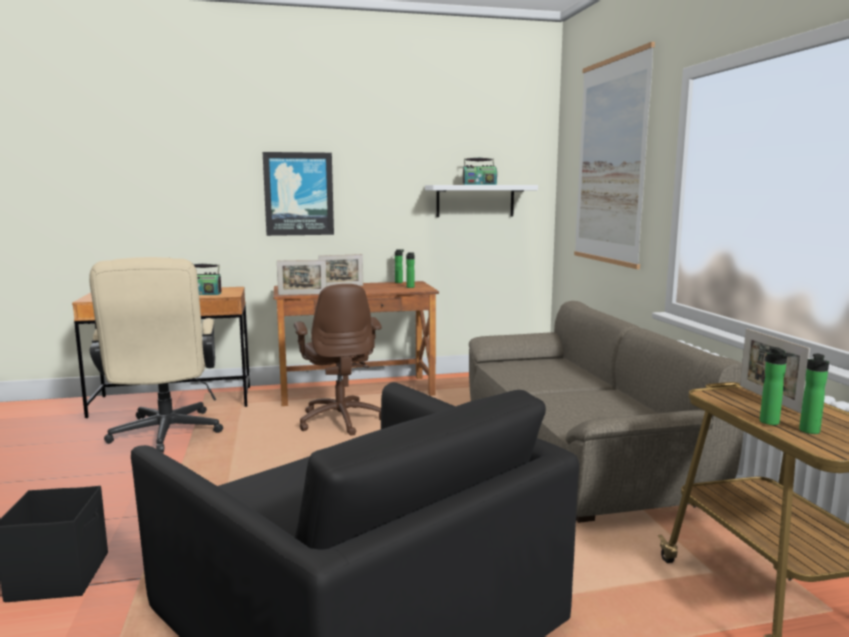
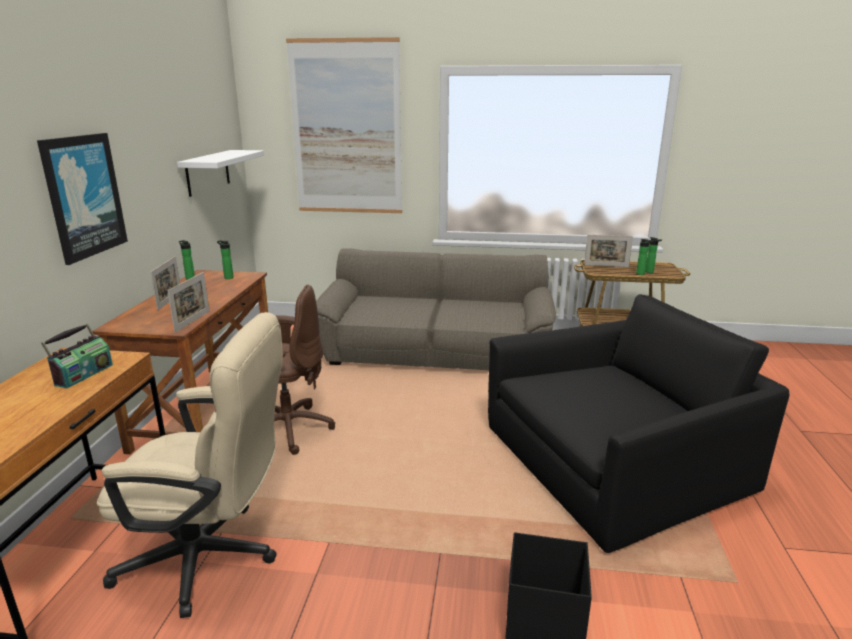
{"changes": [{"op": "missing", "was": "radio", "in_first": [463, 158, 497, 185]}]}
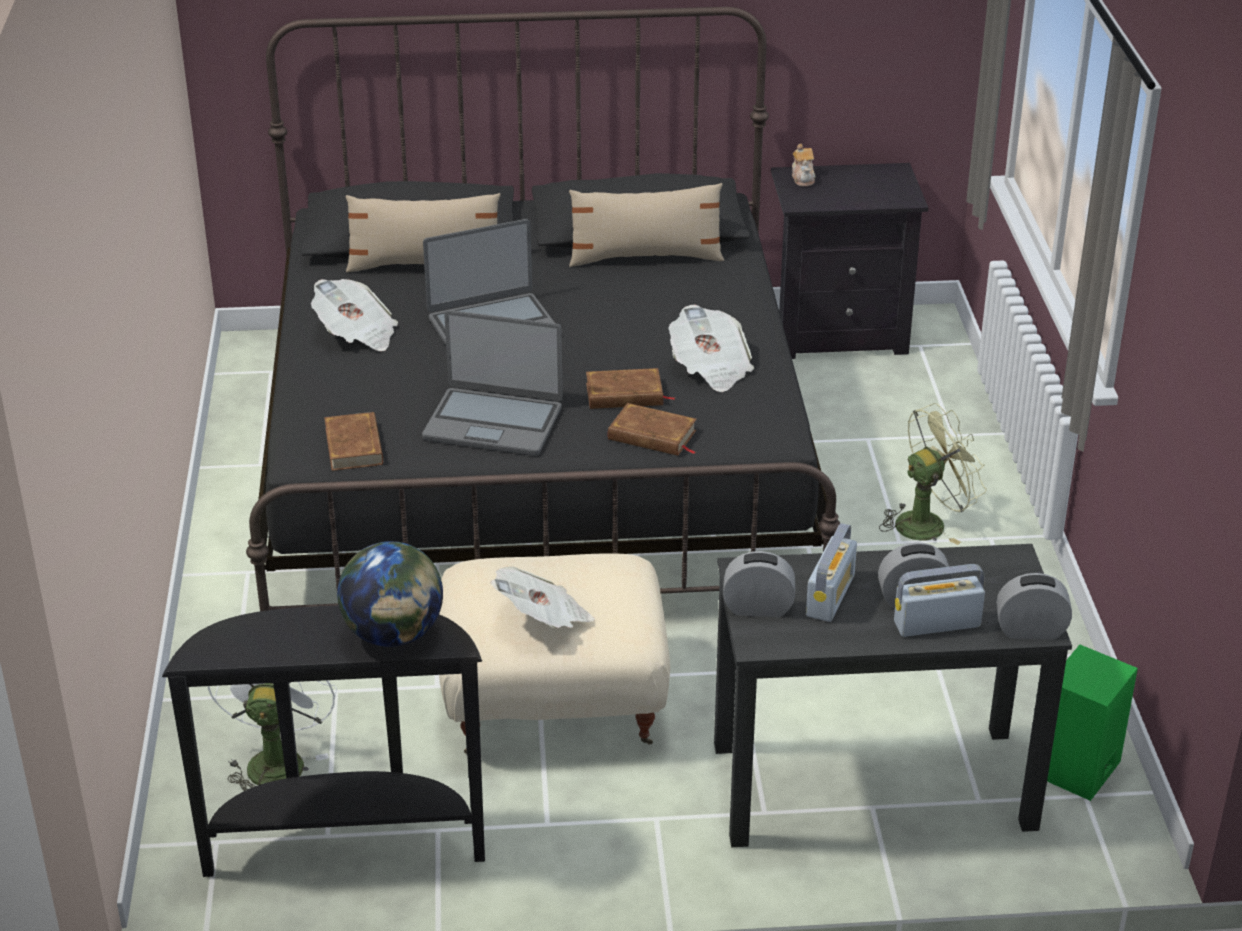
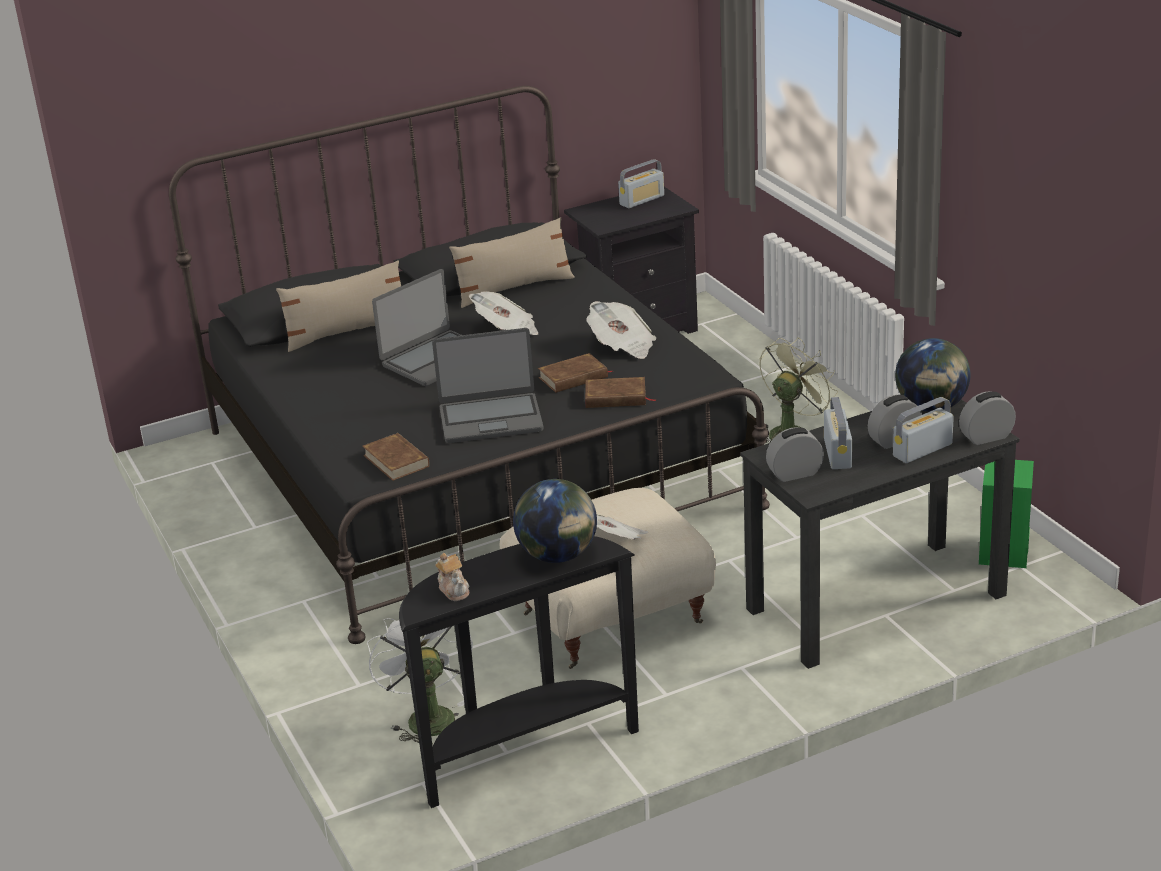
{"changes": [{"op": "appeared", "now": "radio", "in_second": [618, 159, 664, 208]}, {"op": "appeared", "now": "globe", "in_second": [895, 338, 970, 412]}, {"op": "relocated", "was": "newspaper", "in_first": [311, 279, 398, 351], "in_second": [469, 291, 538, 335]}, {"op": "relocated", "was": "teapot", "in_first": [792, 144, 816, 187], "in_second": [435, 553, 470, 601]}]}
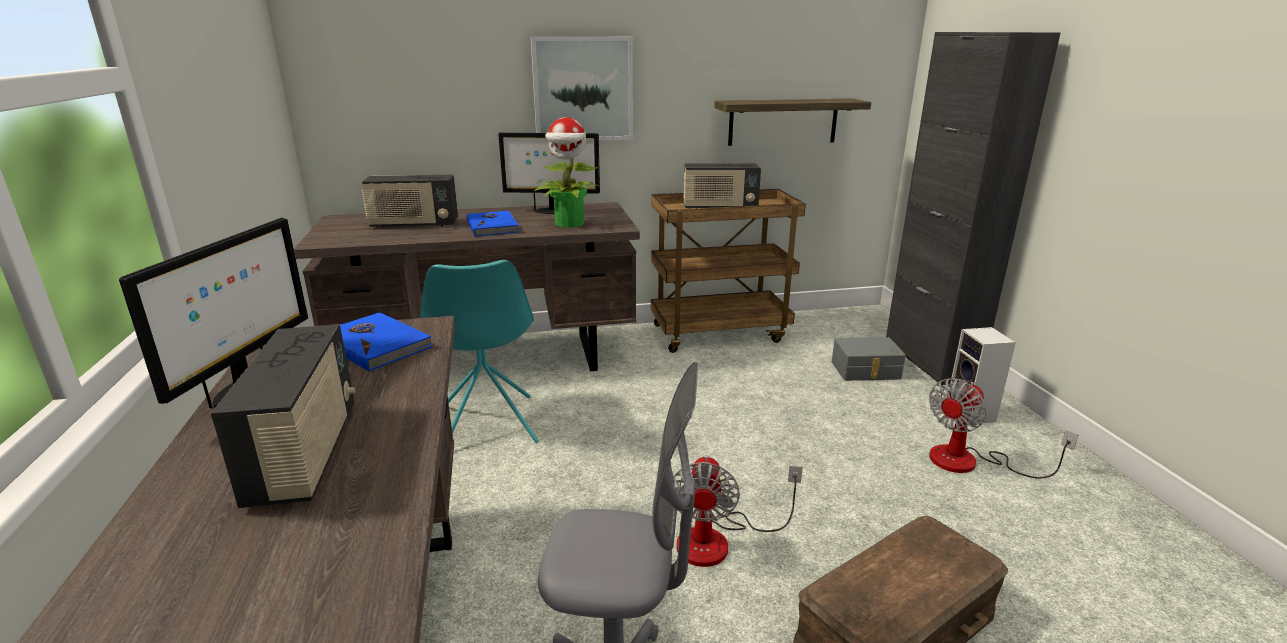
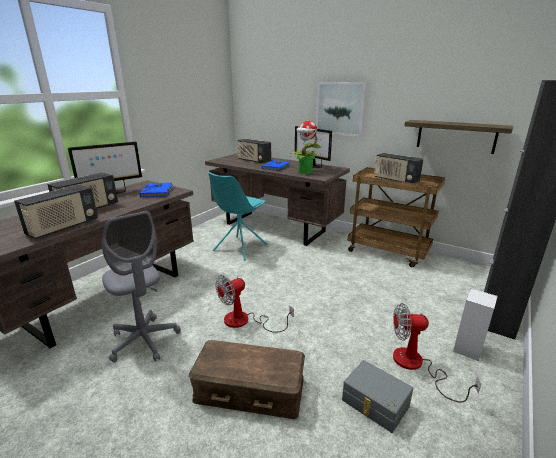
{"changes": [{"op": "appeared", "now": "radio", "in_second": [14, 185, 98, 239]}, {"op": "relocated", "was": "grey storage box", "in_first": [832, 337, 906, 381], "in_second": [342, 360, 413, 433]}]}
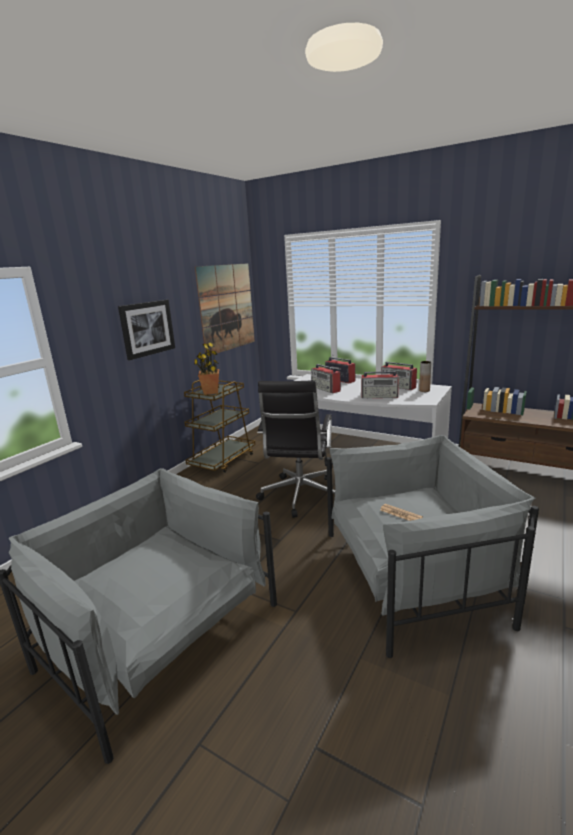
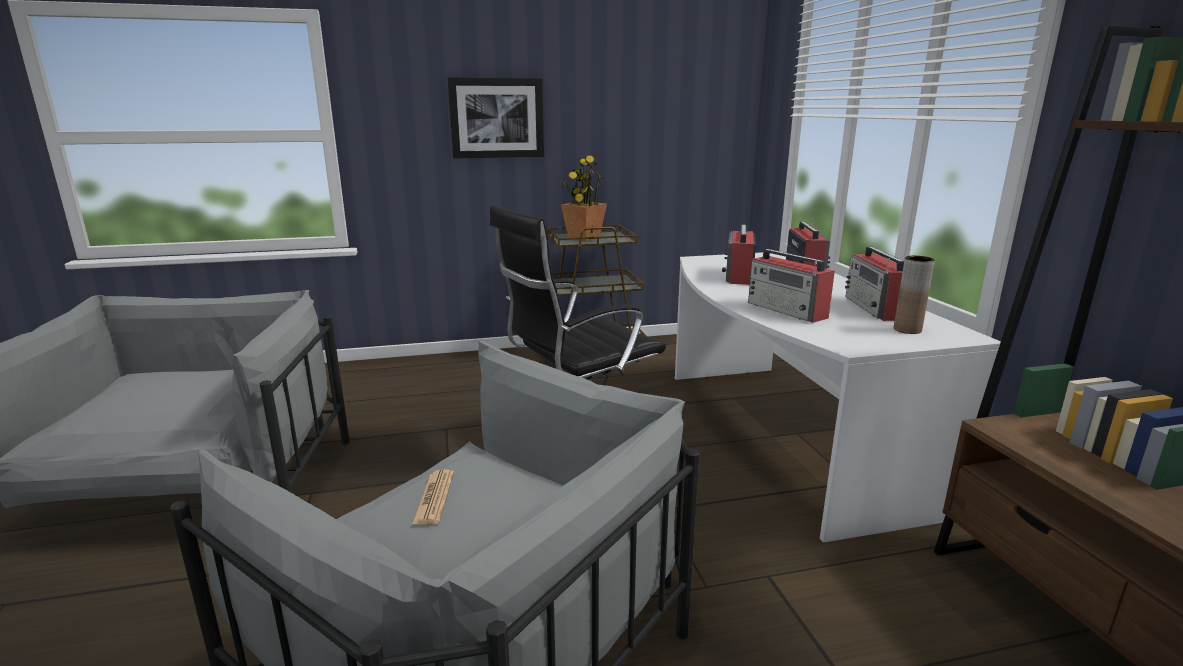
{"changes": [{"op": "missing", "was": "picture", "in_first": [195, 263, 255, 356]}]}
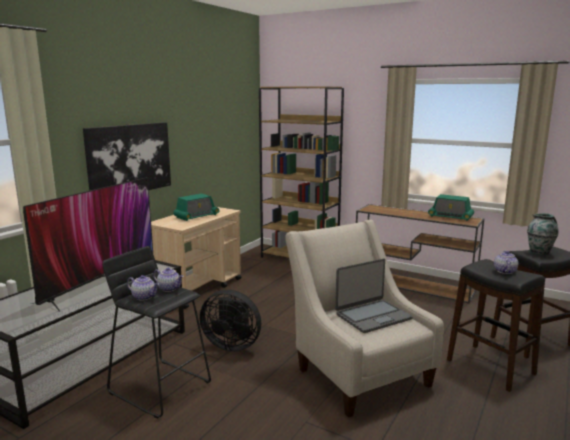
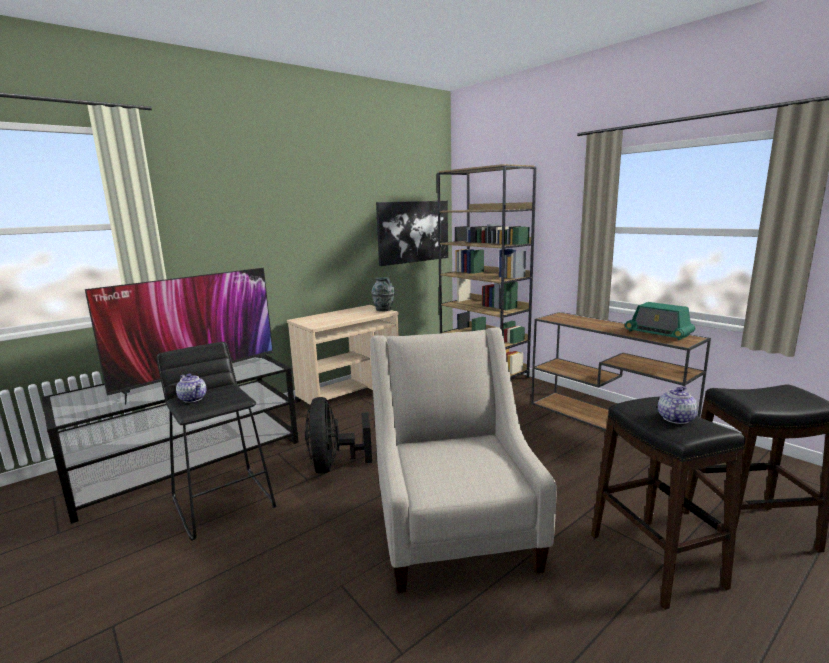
{"changes": [{"op": "missing", "was": "teapot", "in_first": [153, 268, 184, 292]}, {"op": "missing", "was": "radio", "in_first": [173, 194, 220, 221]}, {"op": "missing", "was": "laptop", "in_first": [335, 259, 413, 333]}, {"op": "relocated", "was": "picture", "in_first": [83, 122, 171, 191], "in_second": [376, 201, 448, 266]}, {"op": "relocated", "was": "vase", "in_first": [527, 213, 559, 255], "in_second": [371, 277, 395, 312]}, {"op": "spun", "was": "black fan", "in_first": [200, 290, 261, 352], "in_second": [305, 397, 372, 474], "clockwise": 45}]}
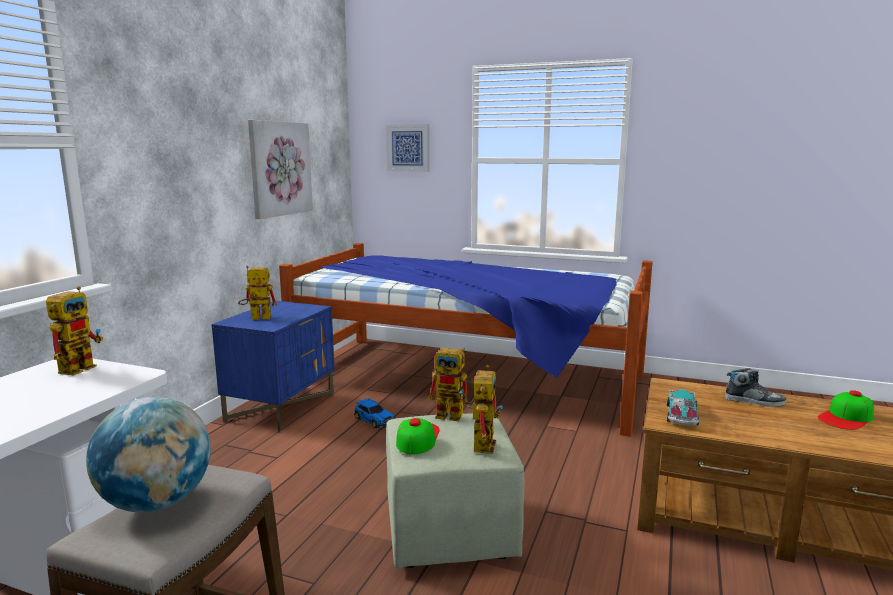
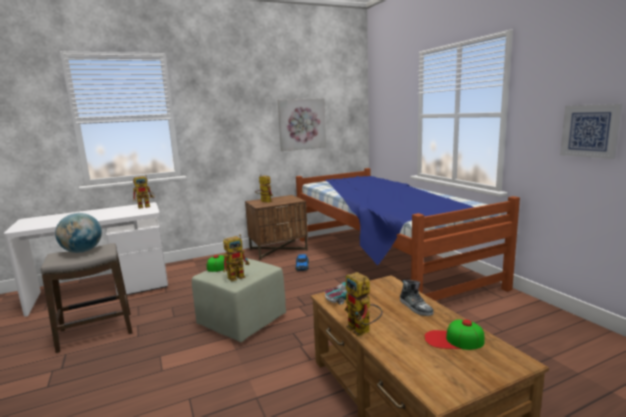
{"changes": [{"op": "relocated", "was": "picture", "in_first": [386, 124, 429, 172], "in_second": [560, 104, 622, 159]}, {"op": "relocated", "was": "toy robot", "in_first": [428, 348, 474, 421], "in_second": [345, 272, 382, 336]}, {"op": "colour", "was": "blue nightstand", "now": "brown nightstand", "in_first": [211, 301, 335, 432], "in_second": [245, 195, 308, 260]}]}
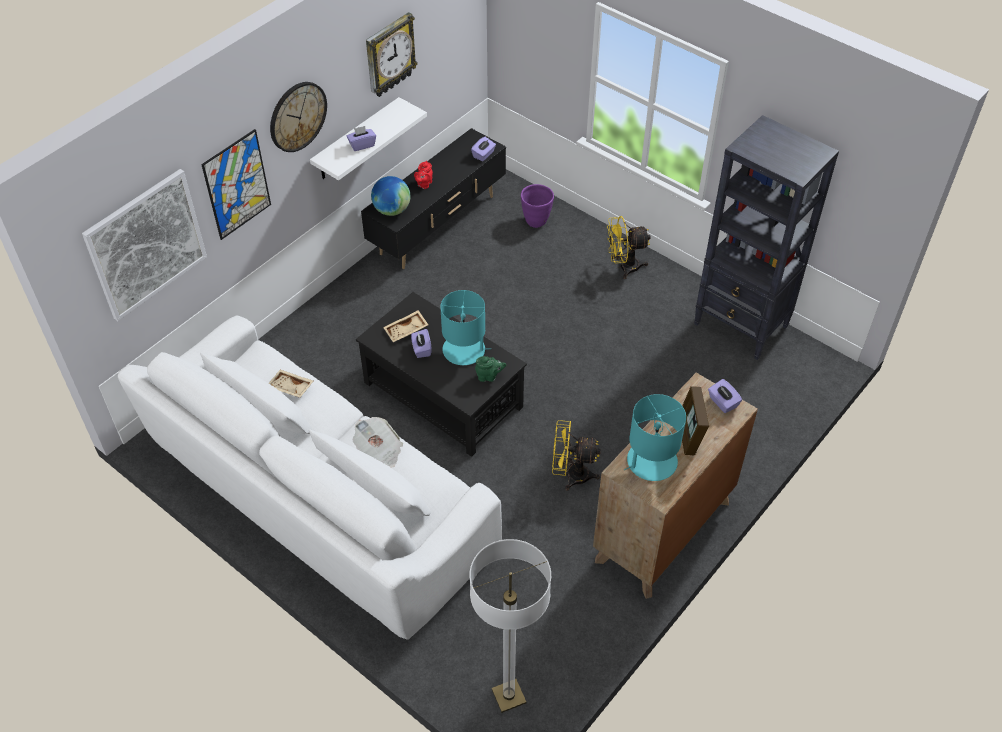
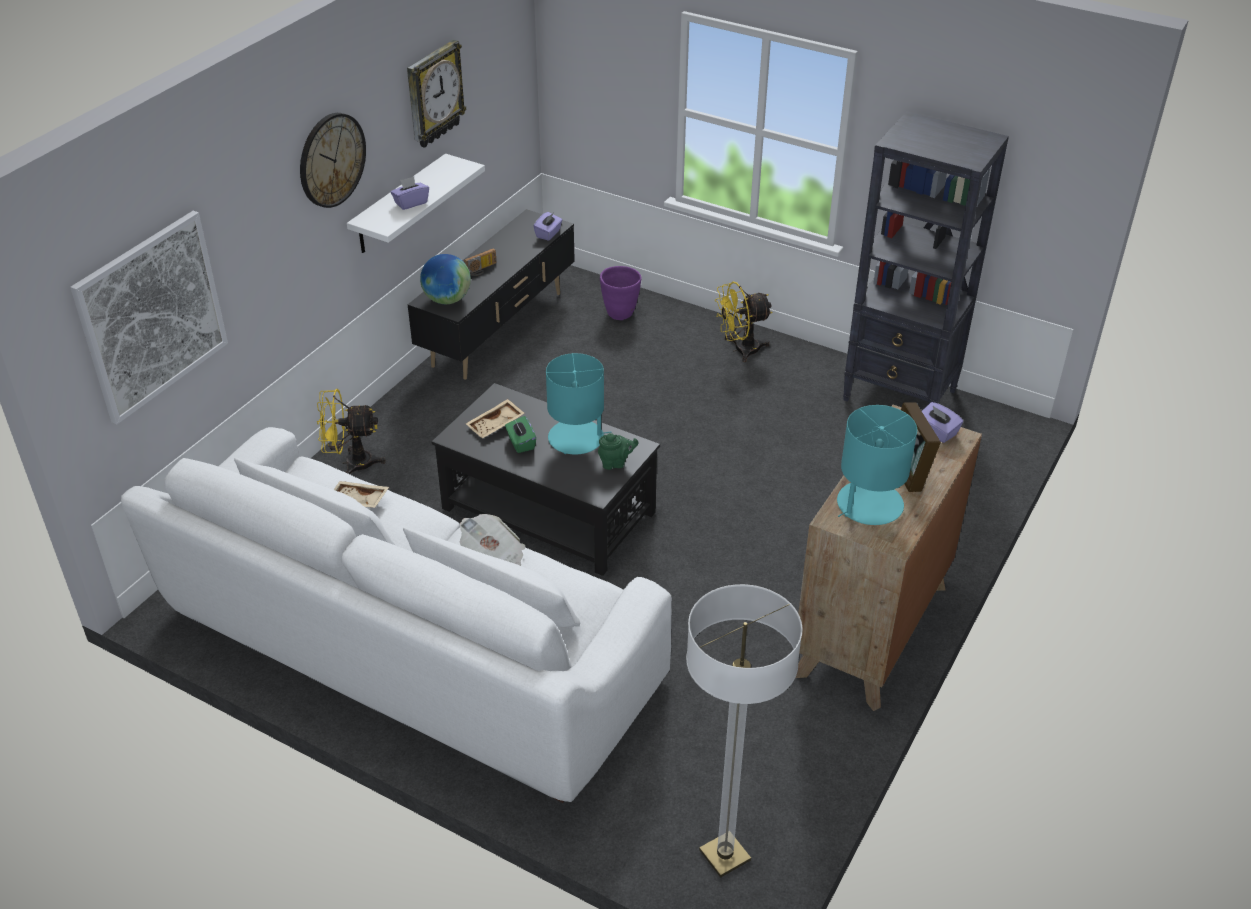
{"changes": [{"op": "missing", "was": "picture", "in_first": [201, 129, 271, 240]}, {"op": "relocated", "was": "yellow fan", "in_first": [552, 420, 601, 491], "in_second": [317, 389, 386, 474]}, {"op": "exchanged", "was": "red teapot", "now": "radio", "in_first": [414, 161, 433, 189], "in_second": [464, 248, 497, 276]}, {"op": "colour", "was": "purple tissue box", "now": "green tissue box", "in_first": [411, 329, 432, 358], "in_second": [505, 416, 536, 453]}]}
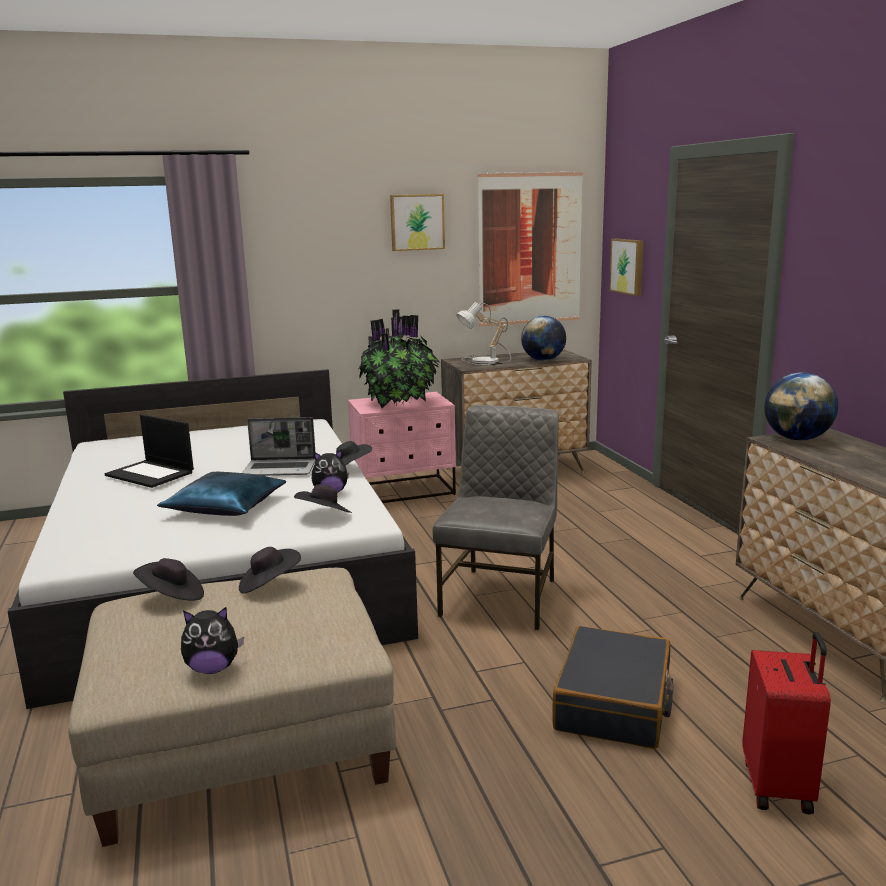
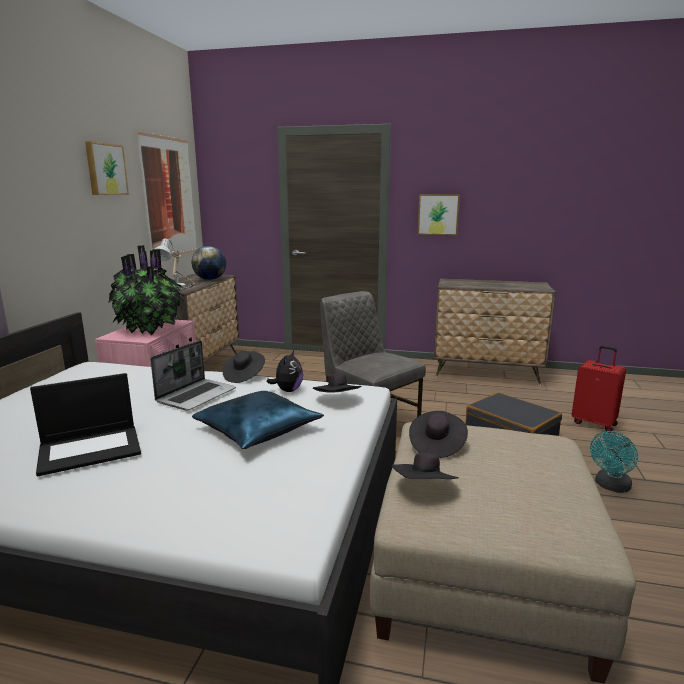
{"changes": [{"op": "missing", "was": "plush toy", "in_first": [181, 607, 244, 674]}, {"op": "missing", "was": "globe", "in_first": [764, 372, 838, 440]}, {"op": "appeared", "now": "turquoise fan", "in_second": [590, 431, 638, 493]}, {"op": "relocated", "was": "picture", "in_first": [609, 239, 644, 296], "in_second": [418, 194, 460, 235]}]}
